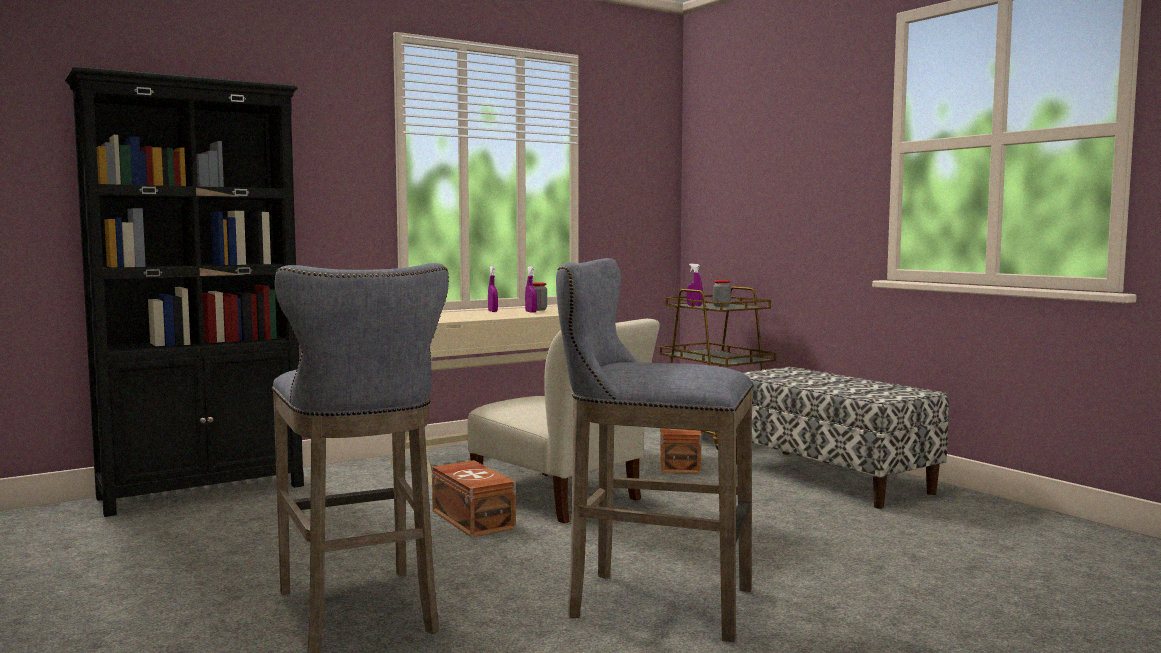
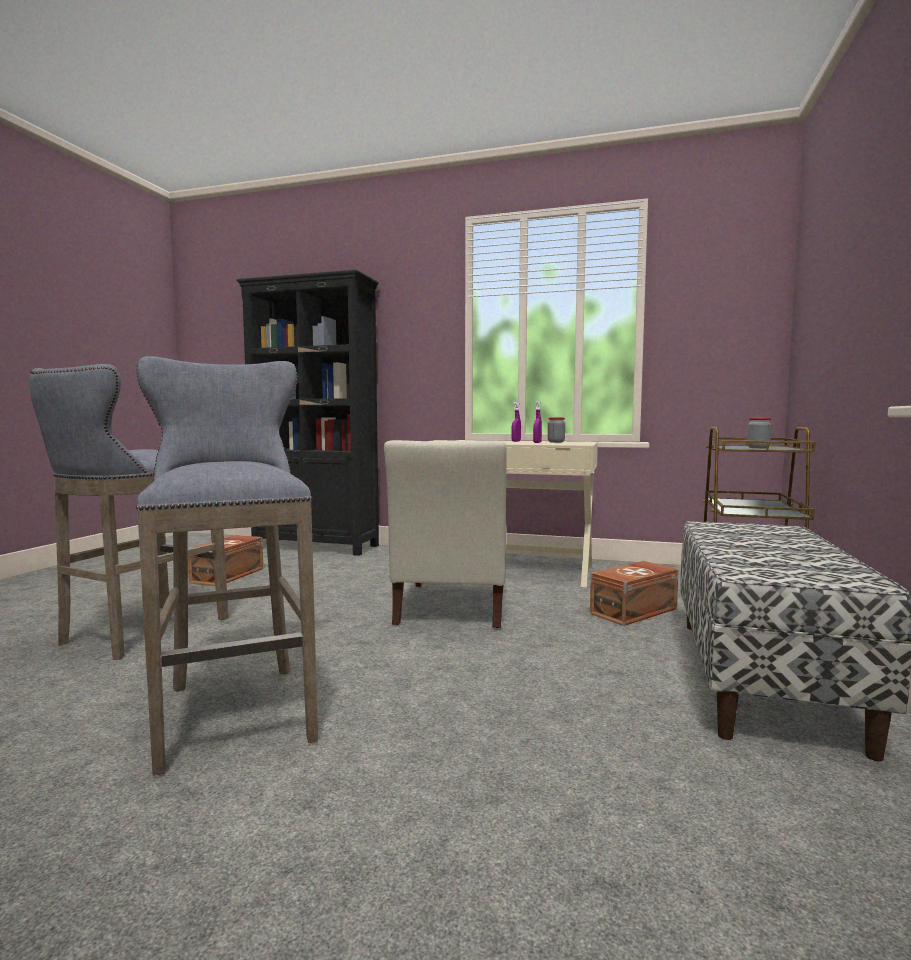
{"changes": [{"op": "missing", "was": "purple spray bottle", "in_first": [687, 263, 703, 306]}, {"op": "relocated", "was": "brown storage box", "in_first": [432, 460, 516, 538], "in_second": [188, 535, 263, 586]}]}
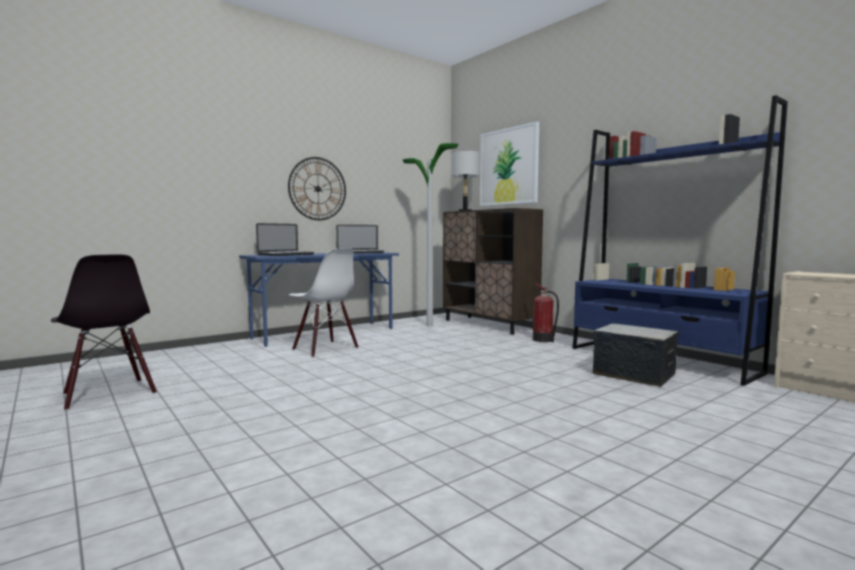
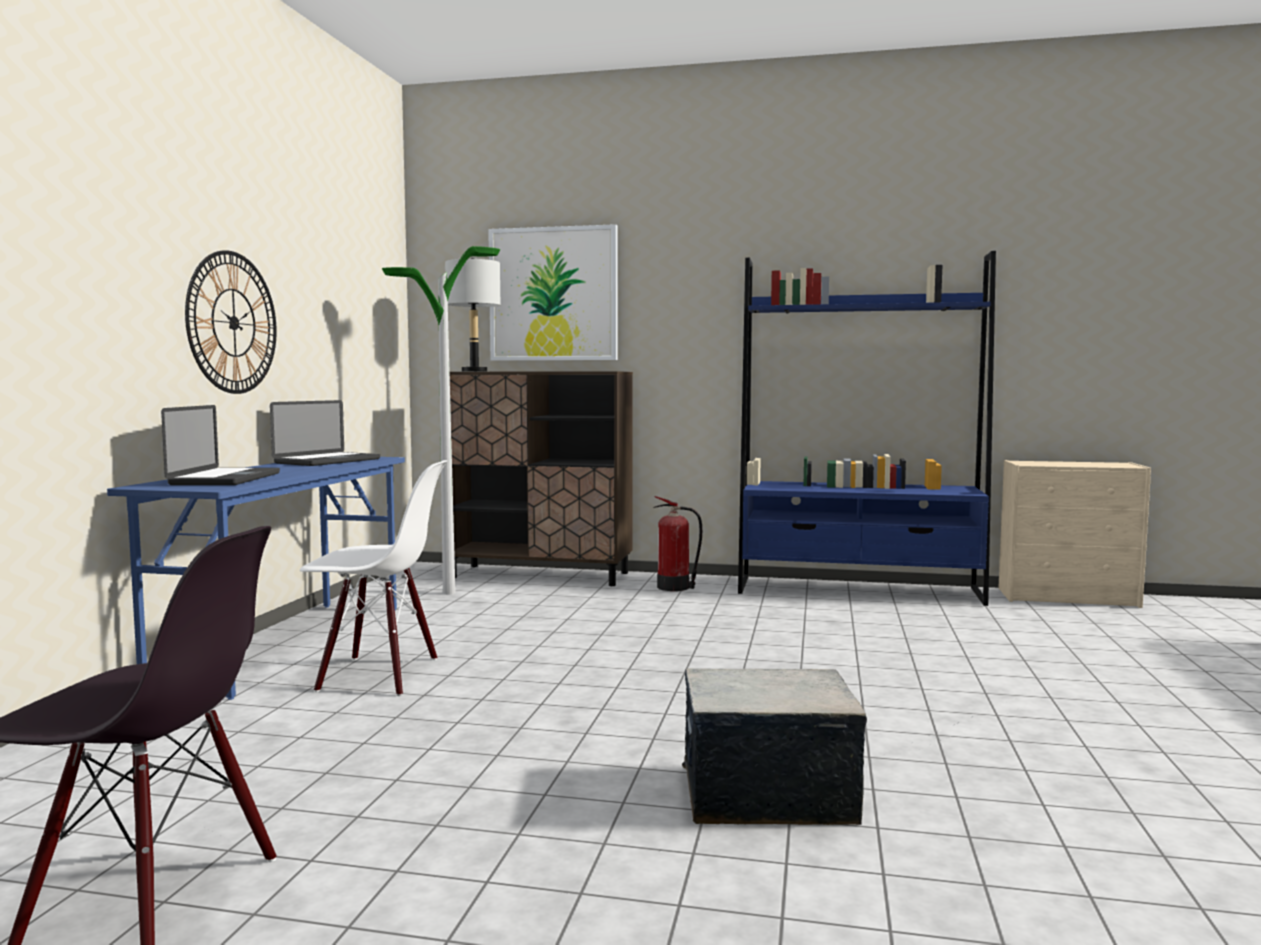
{"changes": [{"op": "relocated", "was": "storage box", "in_first": [593, 323, 679, 387], "in_second": [682, 668, 867, 825]}]}
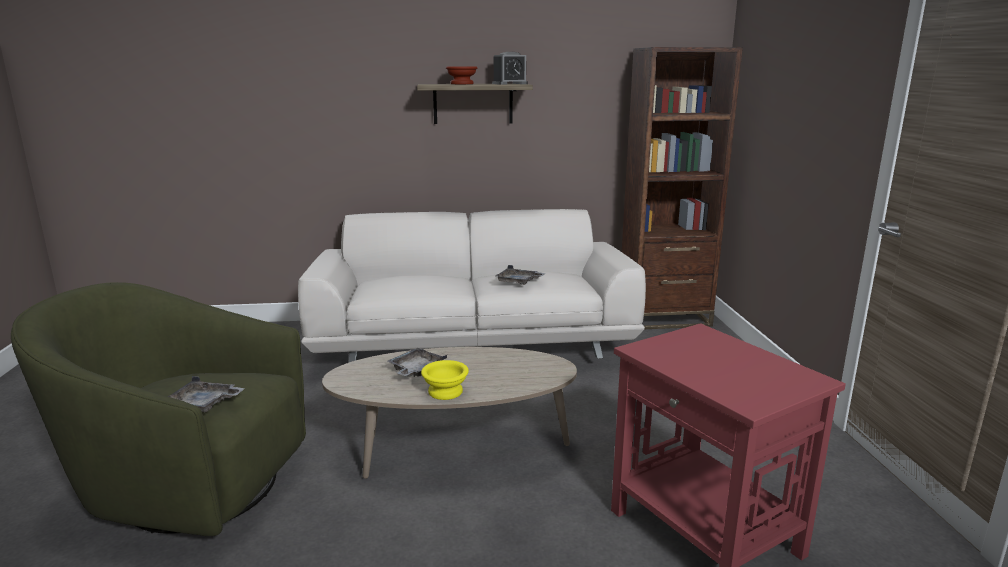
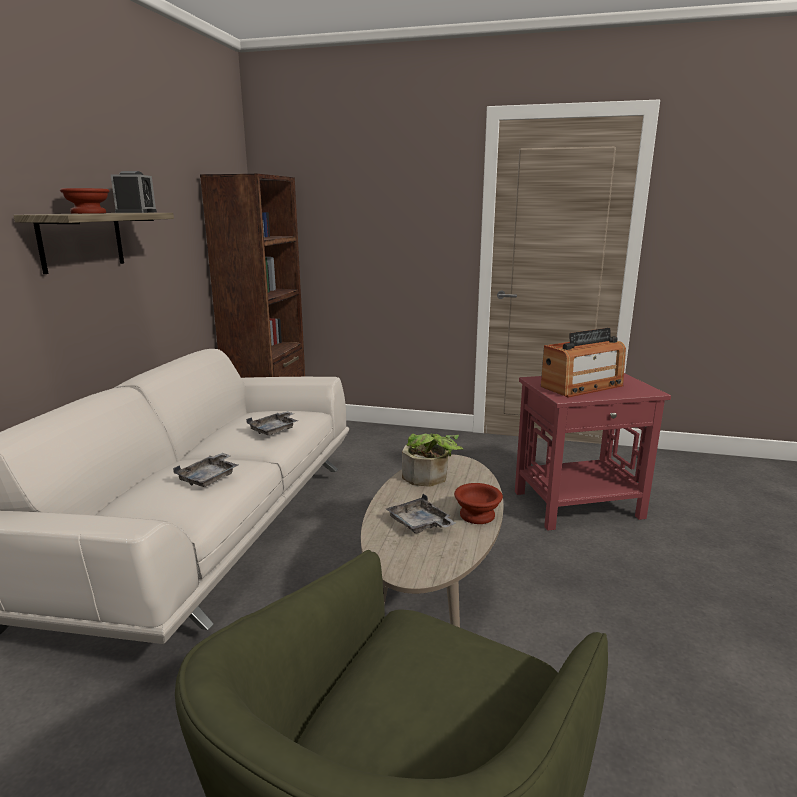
{"changes": [{"op": "appeared", "now": "potted plant", "in_second": [402, 433, 463, 487]}, {"op": "appeared", "now": "radio", "in_second": [541, 328, 626, 398]}, {"op": "relocated", "was": "grey tray", "in_first": [167, 376, 245, 412], "in_second": [173, 453, 238, 487]}, {"op": "colour", "was": "yellow bowl", "now": "brown bowl", "in_first": [421, 360, 469, 400], "in_second": [454, 483, 503, 524]}]}
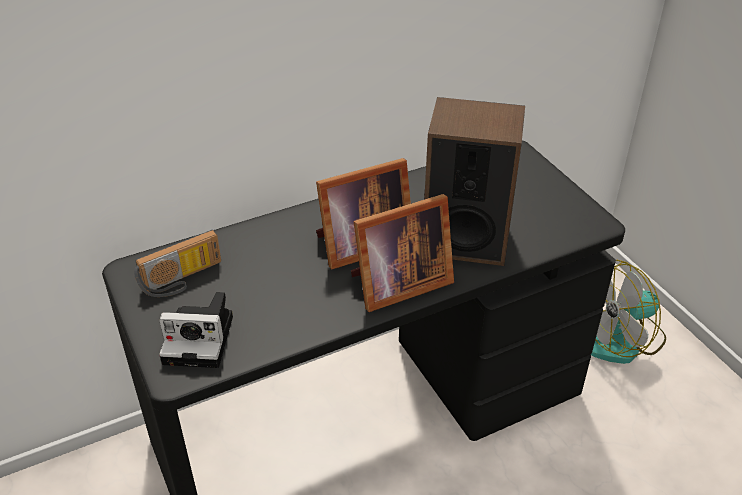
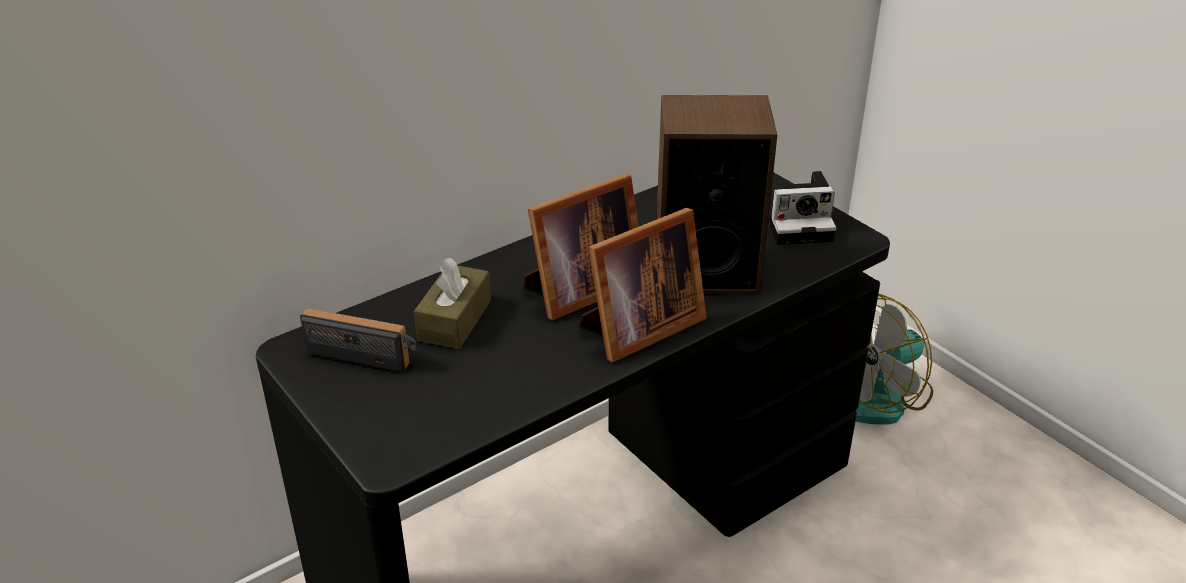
{"changes": [{"op": "appeared", "now": "brown tissue box", "in_second": [414, 258, 491, 349]}, {"op": "relocated", "was": "photo camera", "in_first": [159, 292, 233, 368], "in_second": [768, 171, 836, 245]}, {"op": "spun", "was": "radio", "in_first": [134, 230, 221, 297], "in_second": [300, 308, 418, 372], "clockwise": -120}]}
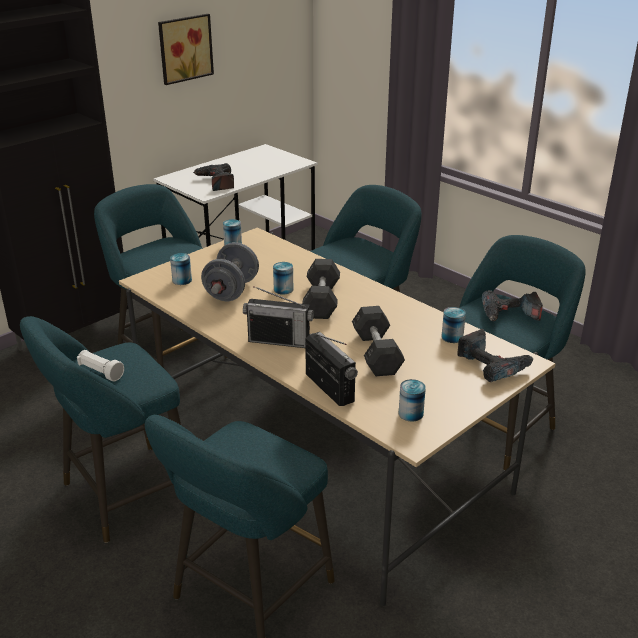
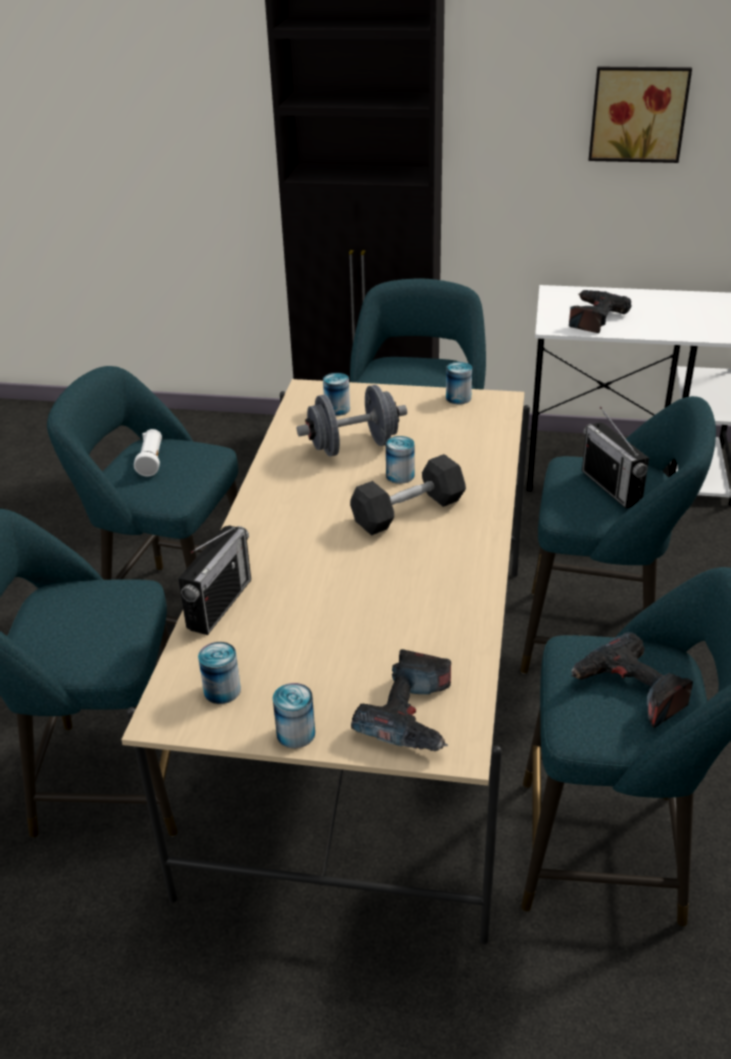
{"changes": [{"op": "missing", "was": "grey dumbbell", "in_first": [352, 306, 405, 376]}, {"op": "relocated", "was": "radio", "in_first": [243, 286, 314, 348], "in_second": [582, 407, 649, 508]}, {"op": "relocated", "was": "can", "in_first": [441, 307, 466, 343], "in_second": [273, 683, 315, 748]}]}
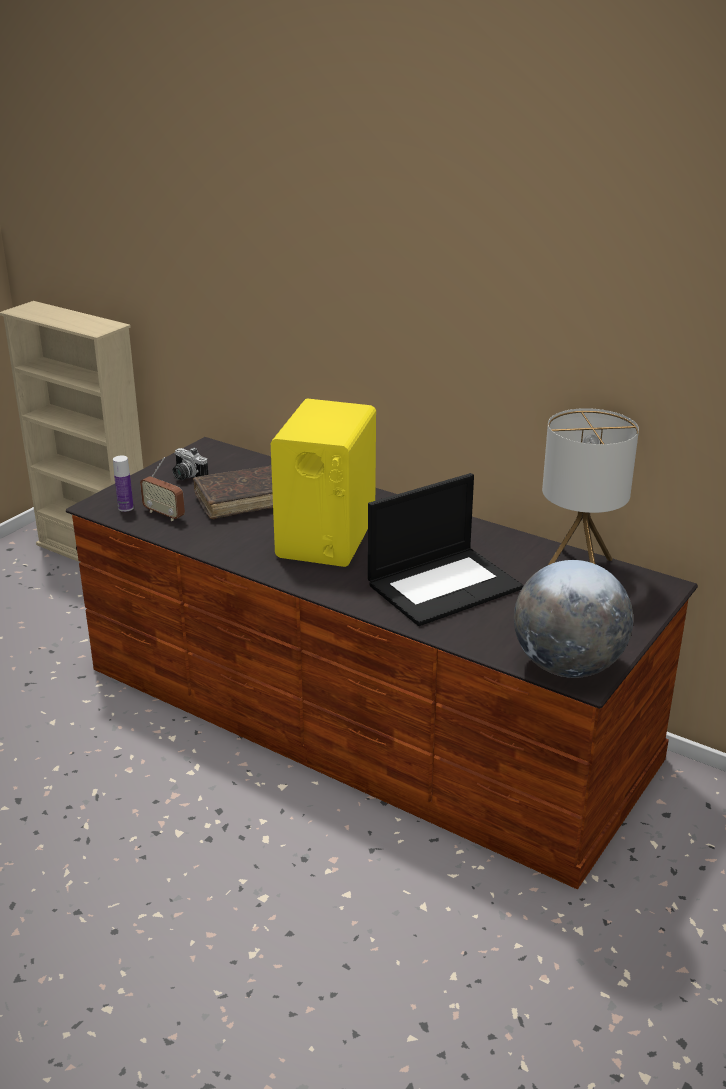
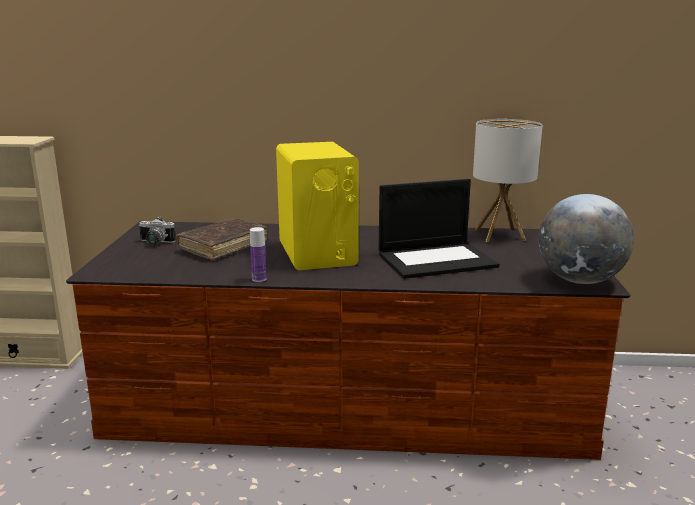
{"changes": [{"op": "missing", "was": "radio", "in_first": [140, 457, 185, 521]}, {"op": "relocated", "was": "bottle", "in_first": [113, 456, 134, 512], "in_second": [250, 227, 267, 282]}, {"op": "spun", "was": "laptop", "in_first": [368, 473, 523, 626], "in_second": [378, 179, 500, 279], "clockwise": 45}]}
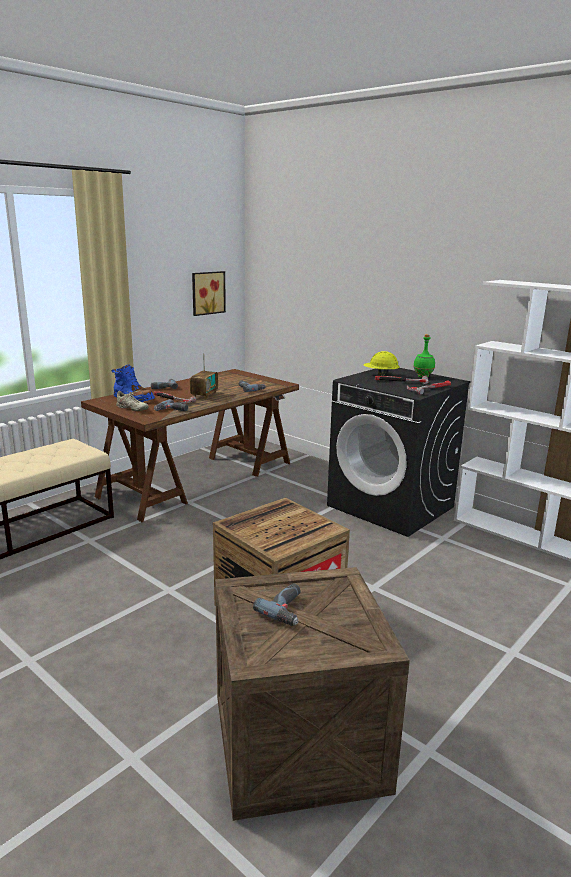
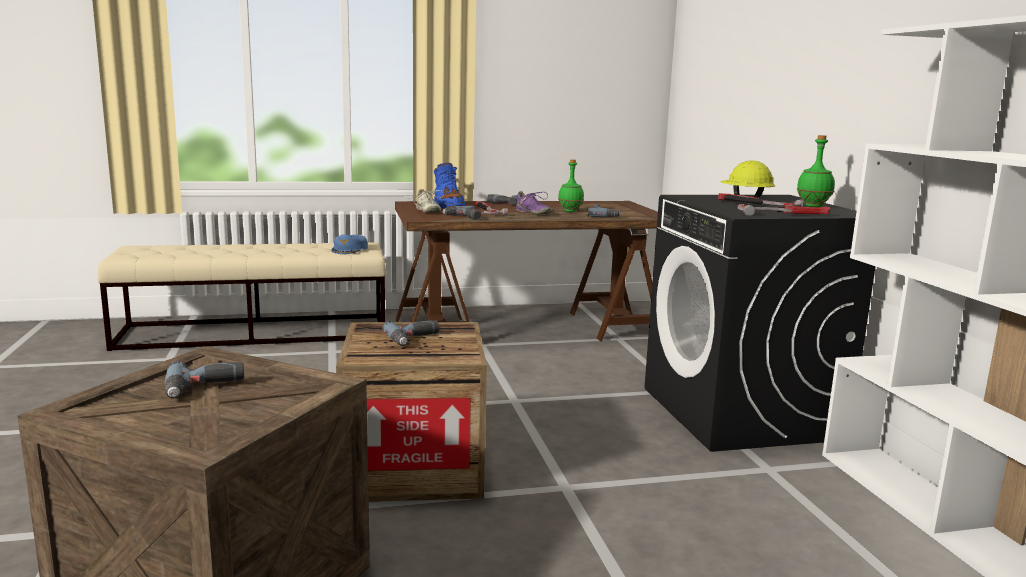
{"changes": [{"op": "missing", "was": "picture", "in_first": [192, 271, 226, 316]}, {"op": "appeared", "now": "blue cap", "in_second": [331, 234, 368, 254]}, {"op": "appeared", "now": "power drill", "in_second": [382, 321, 439, 346]}, {"op": "appeared", "now": "green bottle", "in_second": [558, 159, 584, 212]}, {"op": "exchanged", "was": "radio", "now": "purple shoe", "in_first": [190, 354, 218, 399], "in_second": [514, 191, 551, 215]}]}
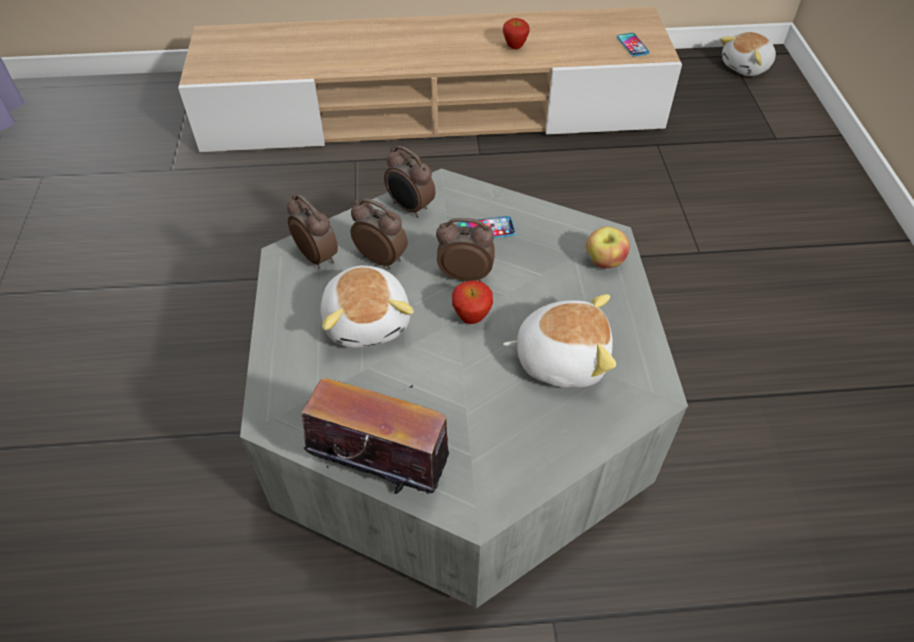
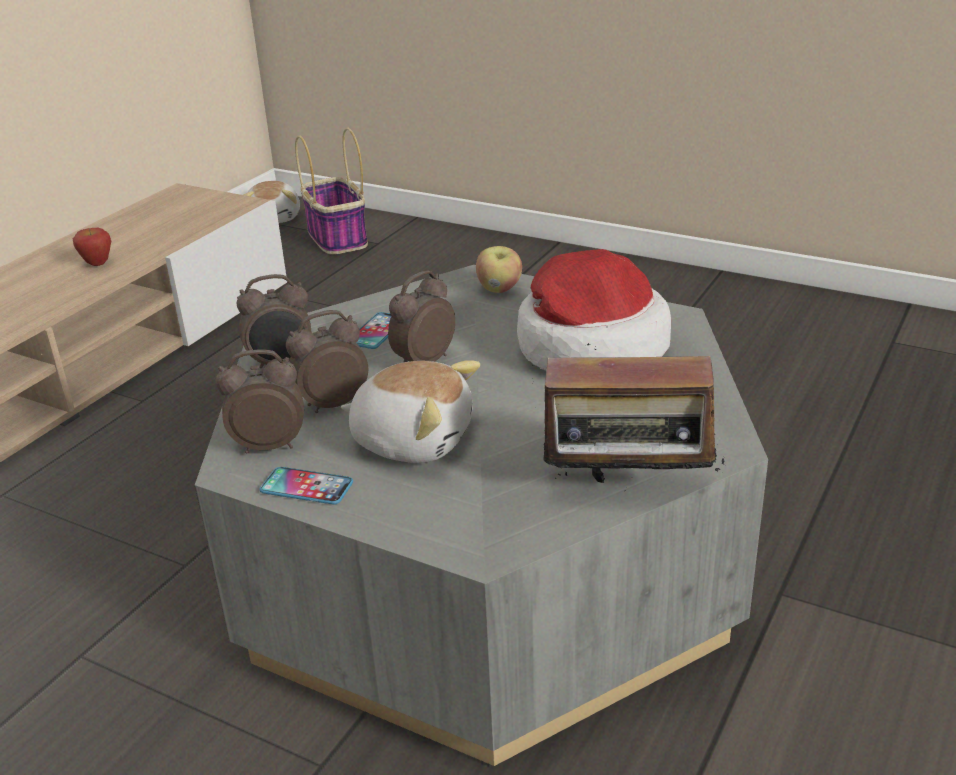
{"changes": [{"op": "missing", "was": "apple", "in_first": [452, 280, 493, 324]}, {"op": "appeared", "now": "basket", "in_second": [295, 127, 368, 255]}, {"op": "relocated", "was": "phone", "in_first": [617, 33, 650, 57], "in_second": [260, 467, 353, 505]}, {"op": "exchanged", "was": "plush toy", "now": "hat", "in_first": [503, 294, 616, 388], "in_second": [517, 249, 671, 371]}, {"op": "spun", "was": "radio", "in_first": [302, 378, 449, 494], "in_second": [532, 343, 725, 491], "clockwise": -135}]}
